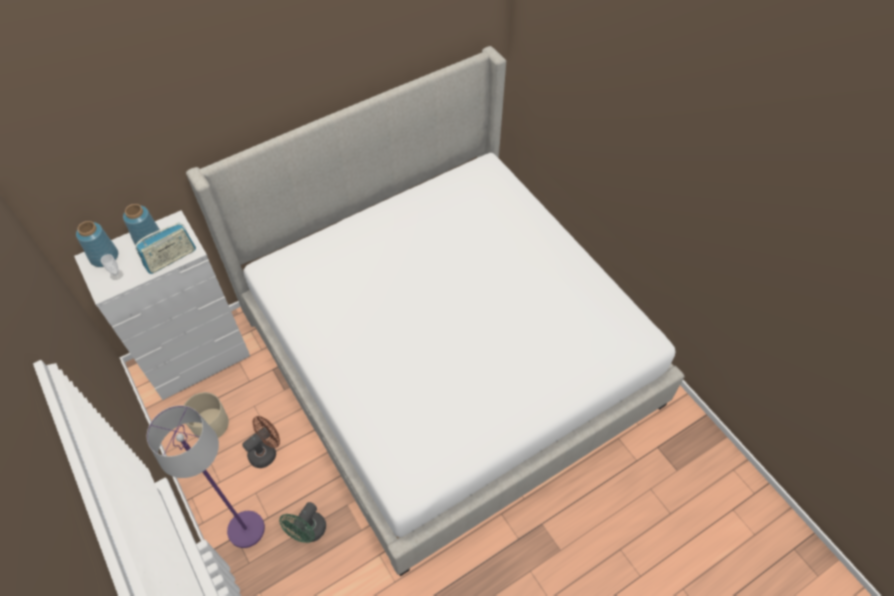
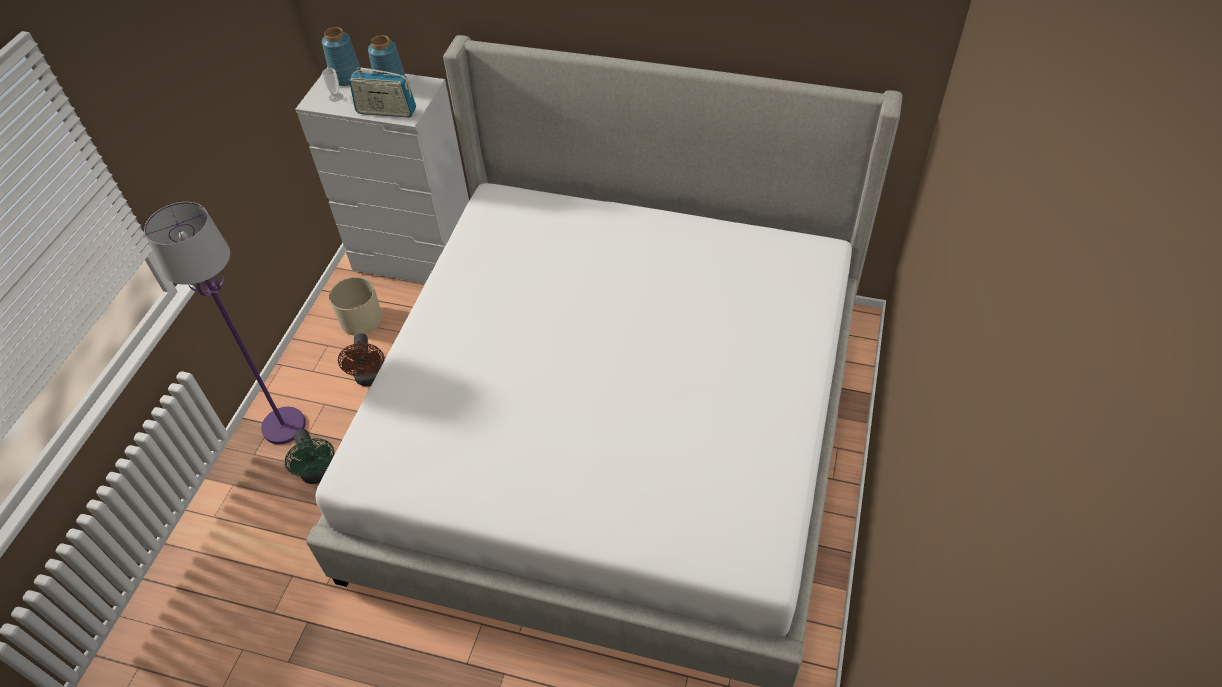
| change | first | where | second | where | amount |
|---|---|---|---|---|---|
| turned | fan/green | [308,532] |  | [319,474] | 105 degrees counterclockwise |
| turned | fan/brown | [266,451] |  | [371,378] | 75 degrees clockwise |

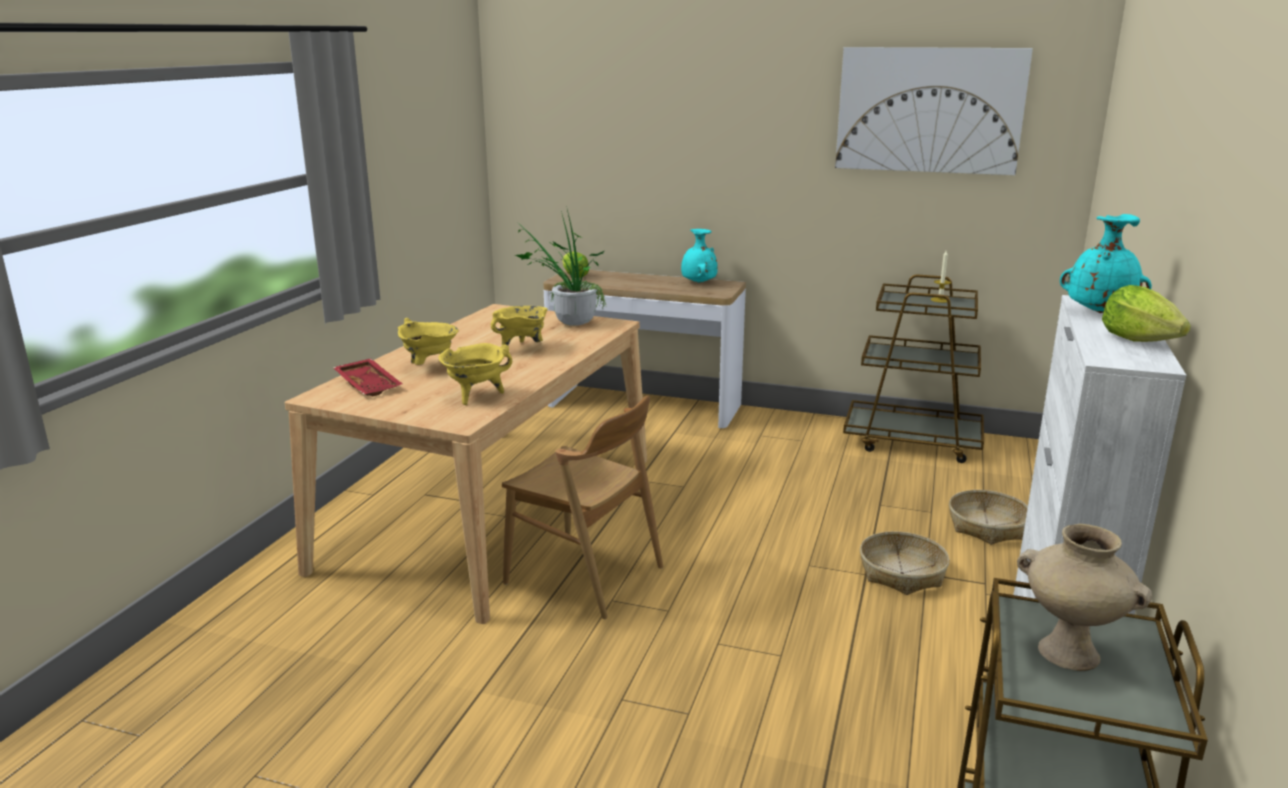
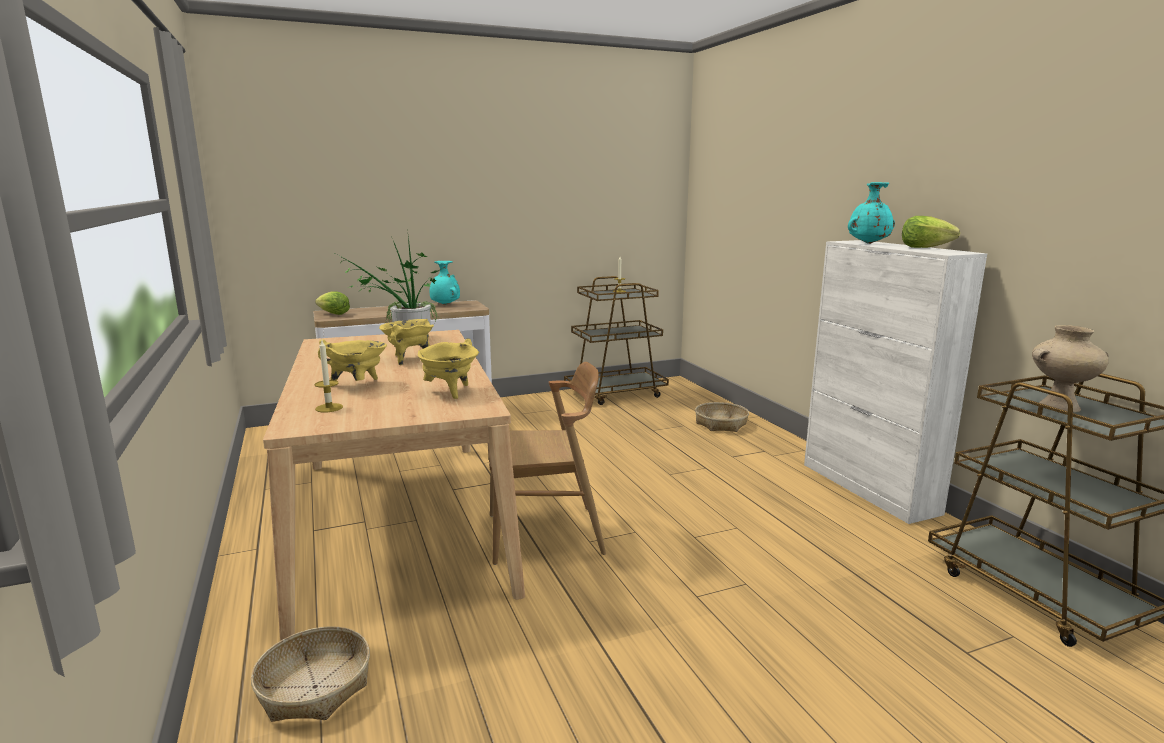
| change | first | where | second | where | amount |
|---|---|---|---|---|---|
| moved | basket | [901,573] |  | [314,687] |  |
| replaced | tray/red | [370,385] | candle | [329,408] |  |
| removed | picture | [929,110] |  |  |  |

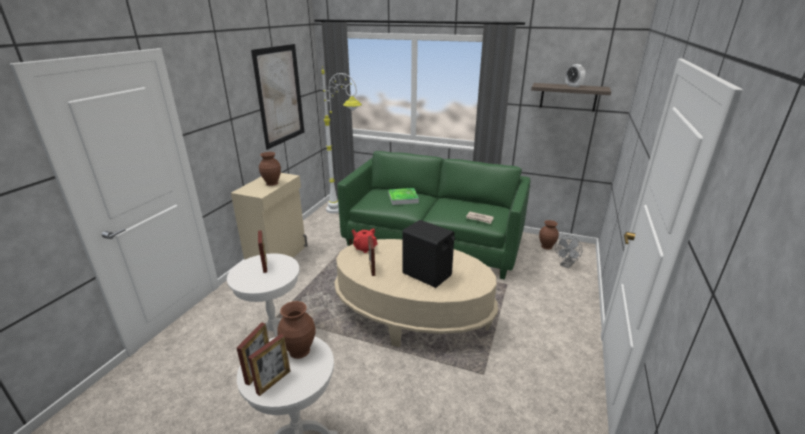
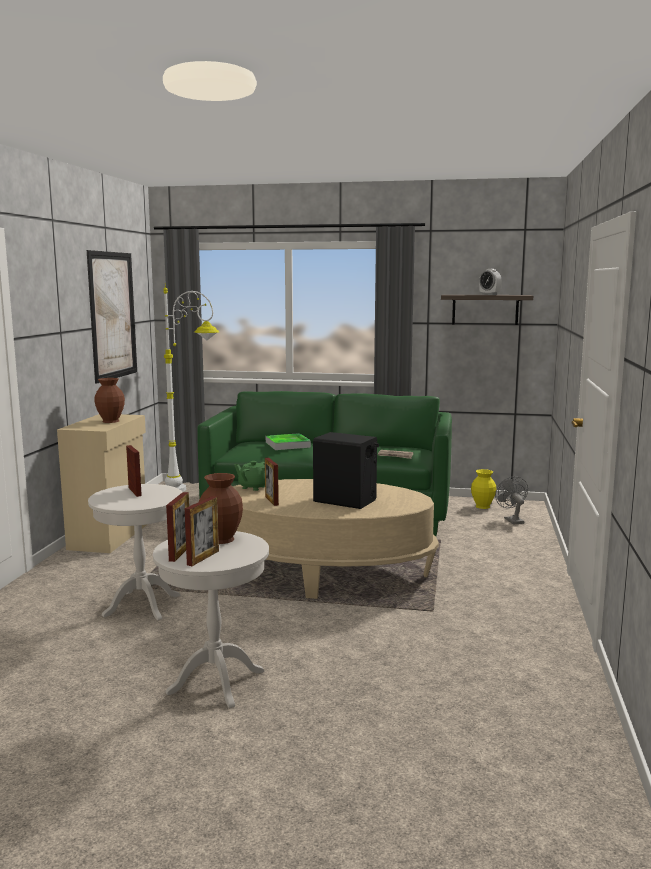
| change | first | where | second | where | amount |
|---|---|---|---|---|---|
| recoloured | teapot/red | [365,248] | teapot/green | [253,487] |  |
| recoloured | vase/brown | [547,247] | vase/yellow | [483,506] |  |
| turned | fan/grey | [566,265] |  | [511,520] | 135 degrees clockwise |

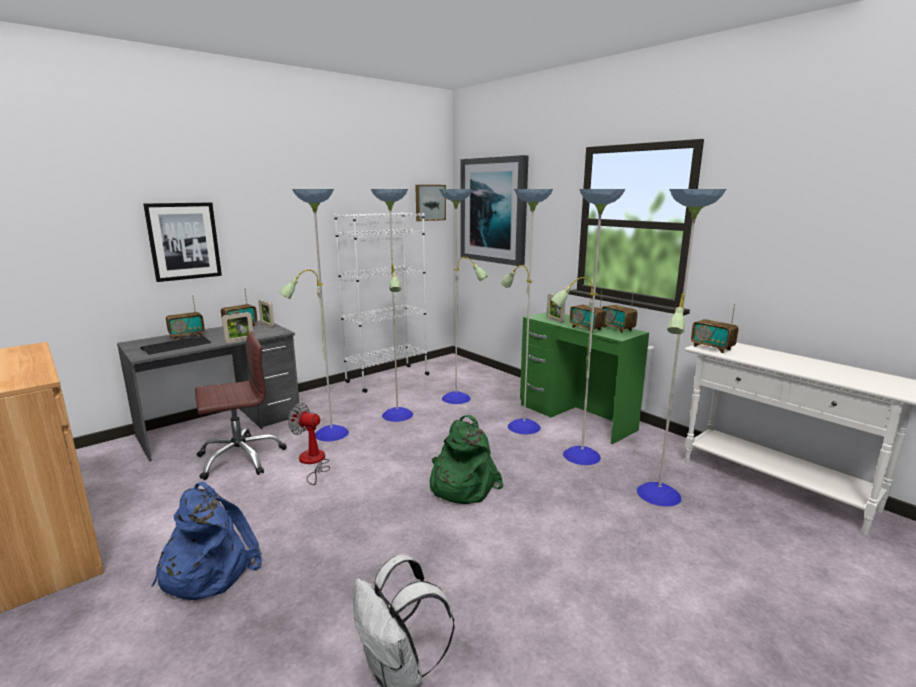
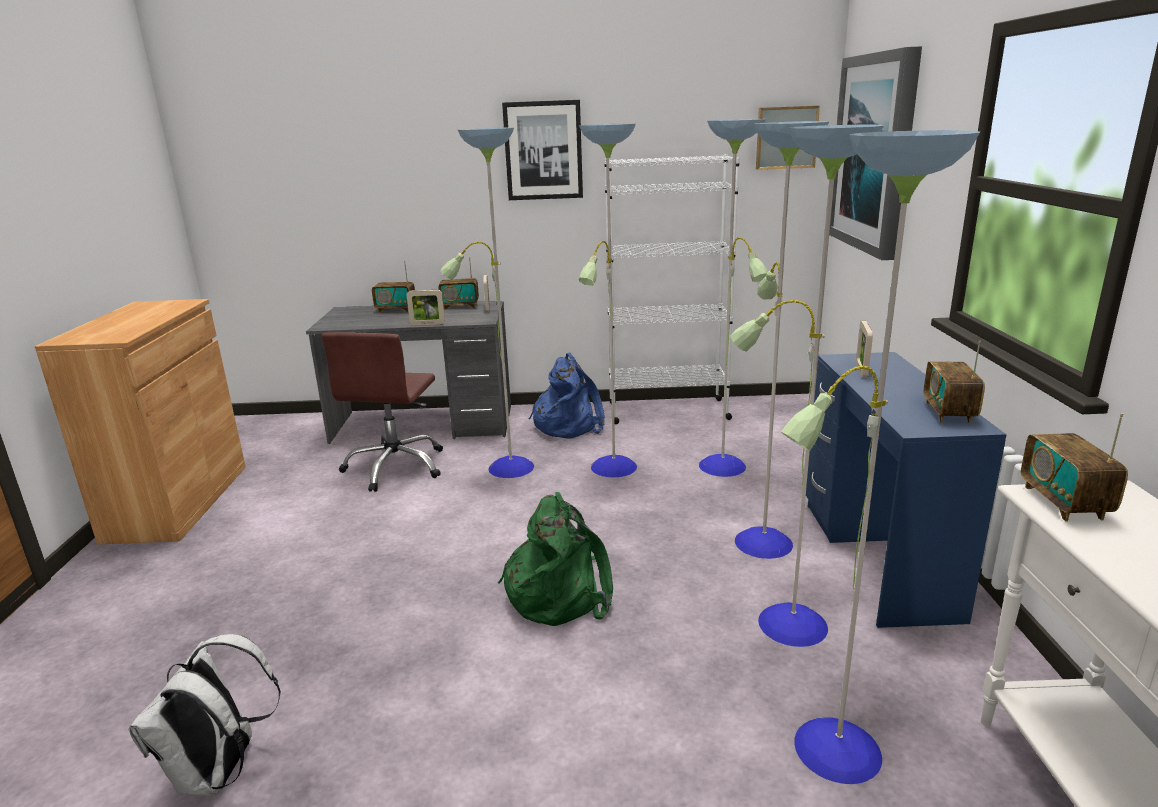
| change | first | where | second | where | amount |
|---|---|---|---|---|---|
| turned | office chair/brown | [240,458] |  | [396,467] | 90 degrees clockwise |
| moved | picture | [184,241] |  | [543,150] |  |
| moved | backpack/blue | [208,569] |  | [568,425] |  |
| recoloured | desk/green | [576,417] | desk/blue | [877,557] |  |
| removed | keyboard | [177,346] |  |  |  |
| removed | fan | [313,462] |  |  |  |
| removed | radio | [586,329] |  |  |  |

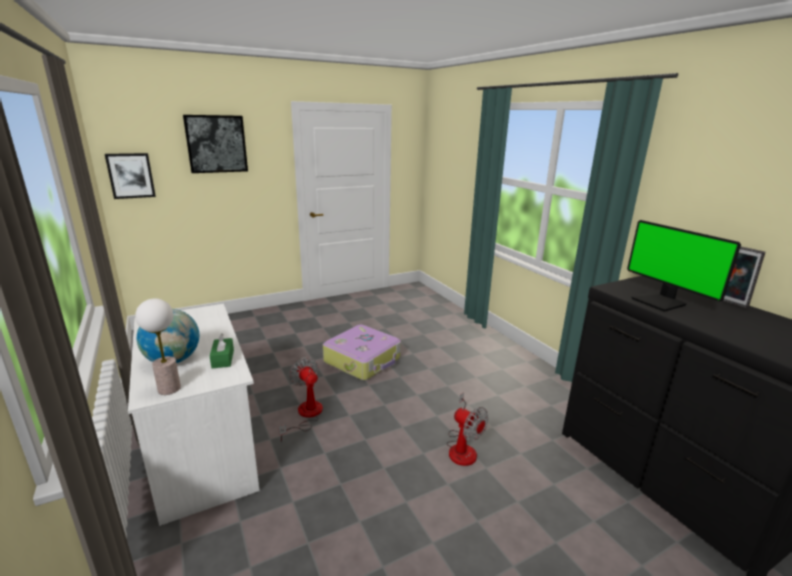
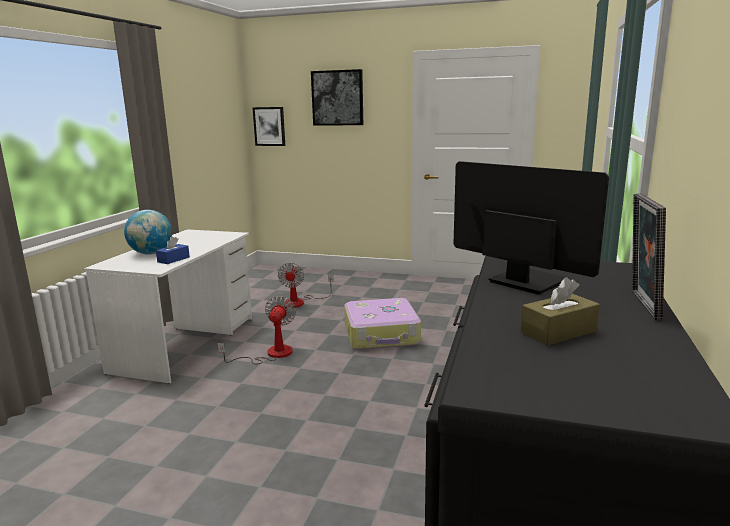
| change | first | where | second | where | amount |
|---|---|---|---|---|---|
| recoloured | tissue box/green | [223,359] | tissue box/blue | [173,259] |  |
| moved | fan | [462,447] |  | [300,302] |  |
| turned | monitor | [660,302] |  | [525,282] | 120 degrees clockwise |
| added |  |  | tissue box/brown | [558,332] |  |
| removed | table lamp | [169,389] |  |  |  |

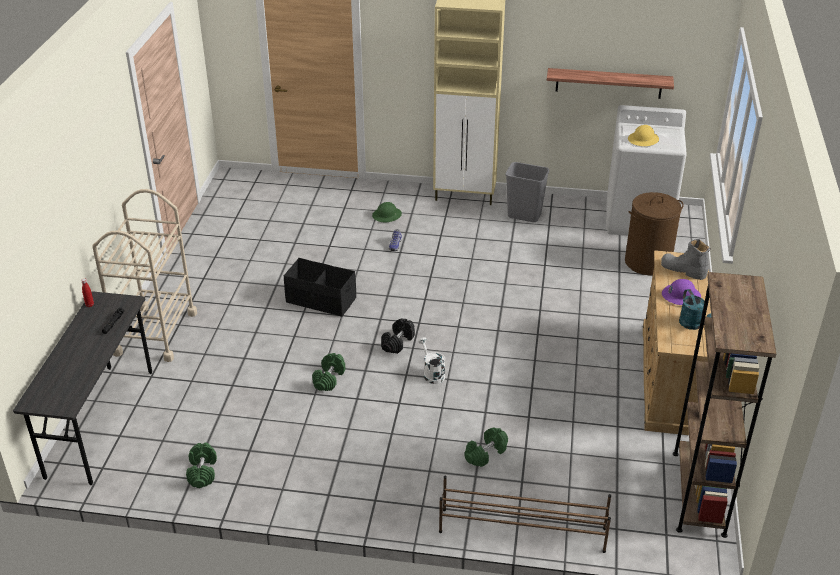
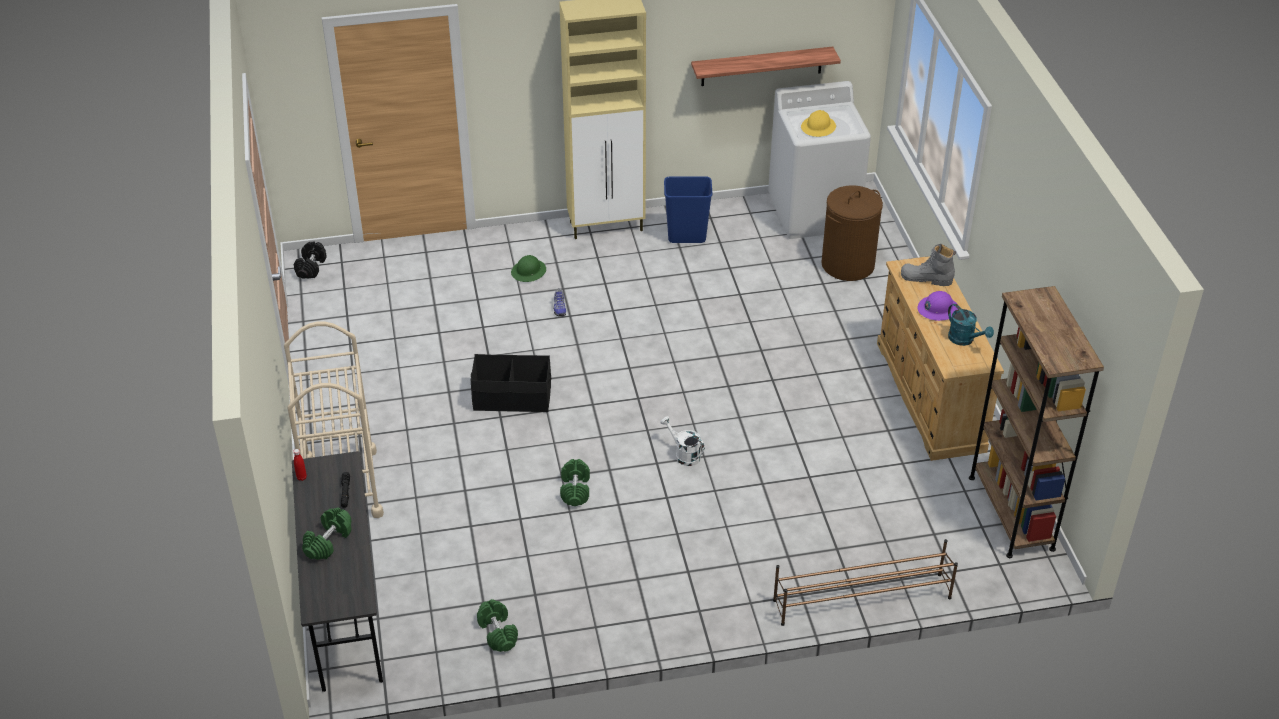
| change | first | where | second | where | amount |
|---|---|---|---|---|---|
| moved | dumbbell/black | [397,342] |  | [311,267] |  |
| moved | dumbbell/green | [486,453] |  | [328,541] |  |
| recoloured | trash can/grey | [524,215] | trash can/blue | [687,236] |  |

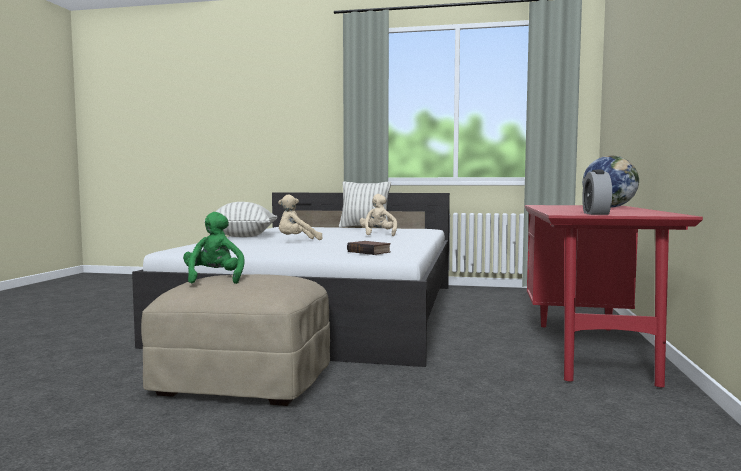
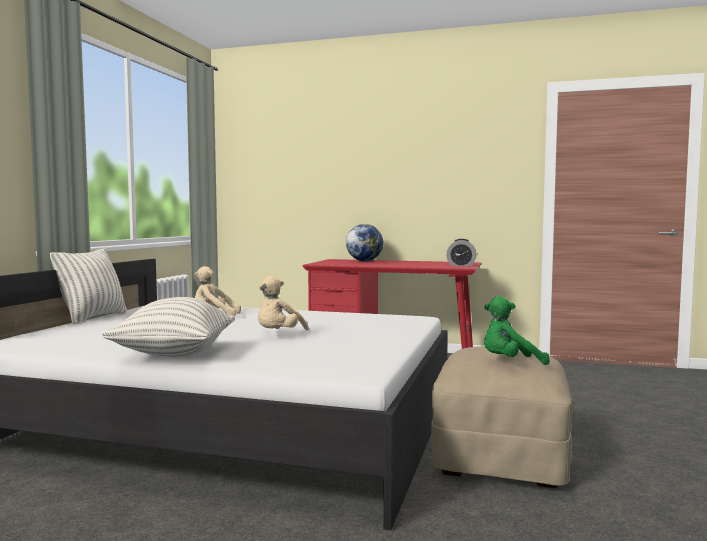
| change | first | where | second | where | amount |
|---|---|---|---|---|---|
| turned | plush toy/beige | [297,241] |  | [278,335] | 45 degrees clockwise |
| removed | book | [370,252] |  |  |  |

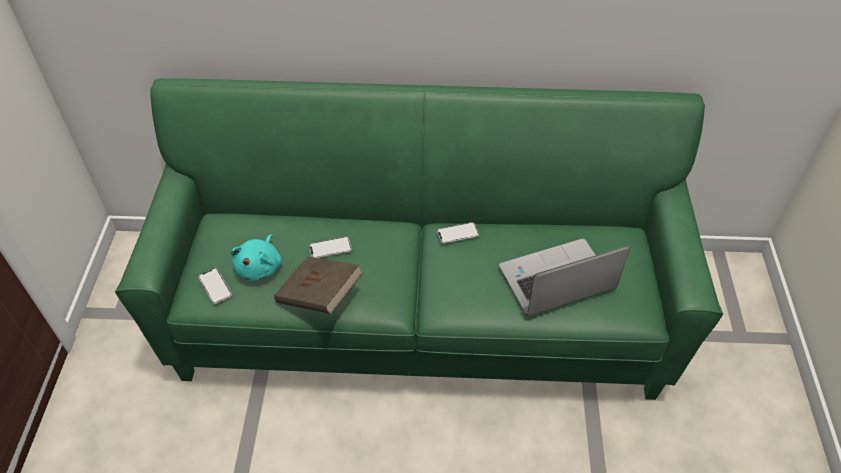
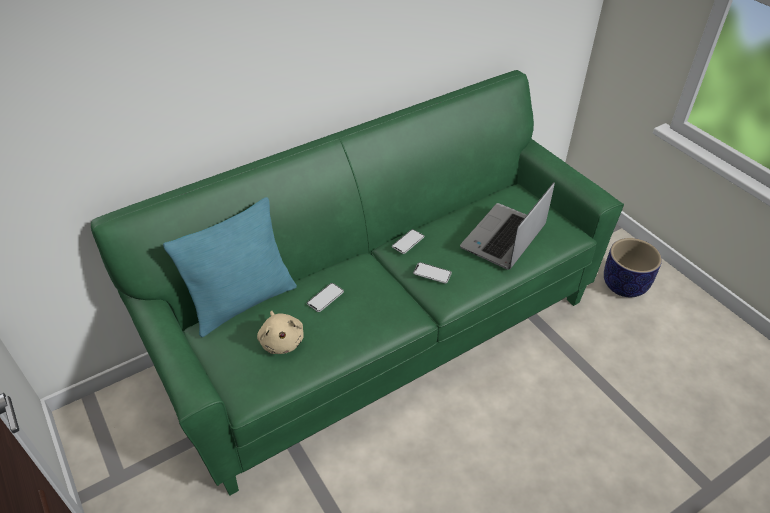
| change | first | where | second | where | amount |
|---|---|---|---|---|---|
| added |  |  | pillow/turquoise | [243,302] |  |
| recoloured | plush toy/turquoise | [260,267] | plush toy/beige | [282,340] |  |
| moved | phone | [215,286] |  | [432,273] |  |
| added |  |  | planter | [625,285] |  |
| removed | book/brown | [319,296] |  |  |  |

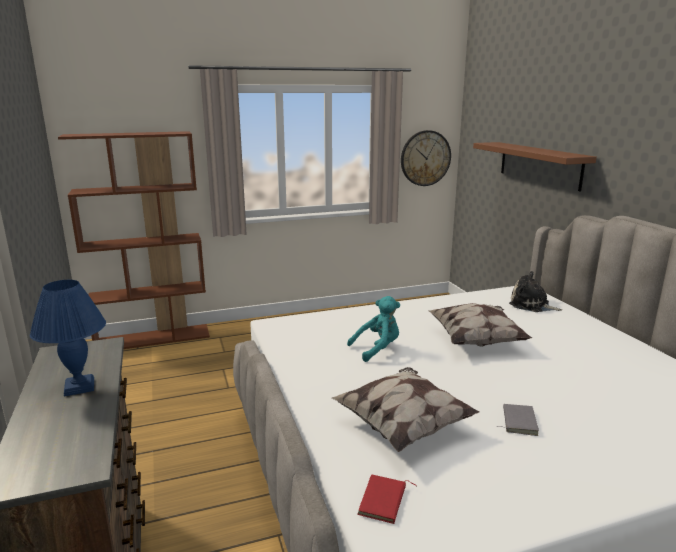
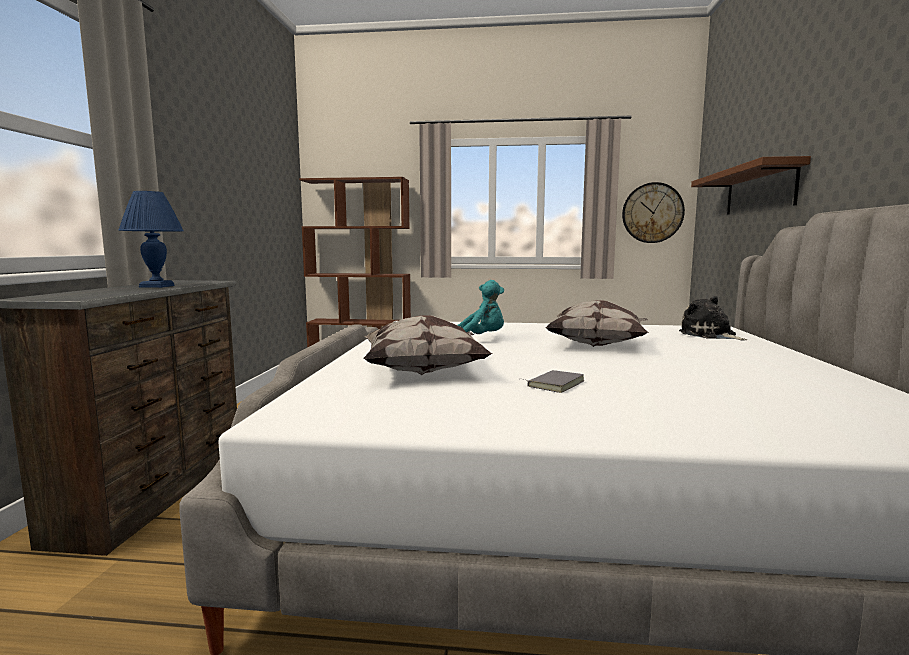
| change | first | where | second | where | amount |
|---|---|---|---|---|---|
| removed | book/red | [384,502] |  |  |  |

